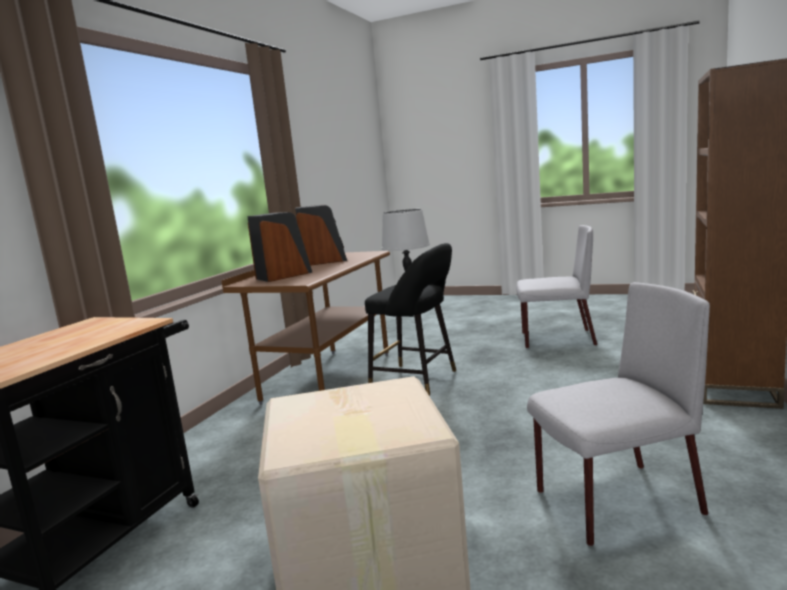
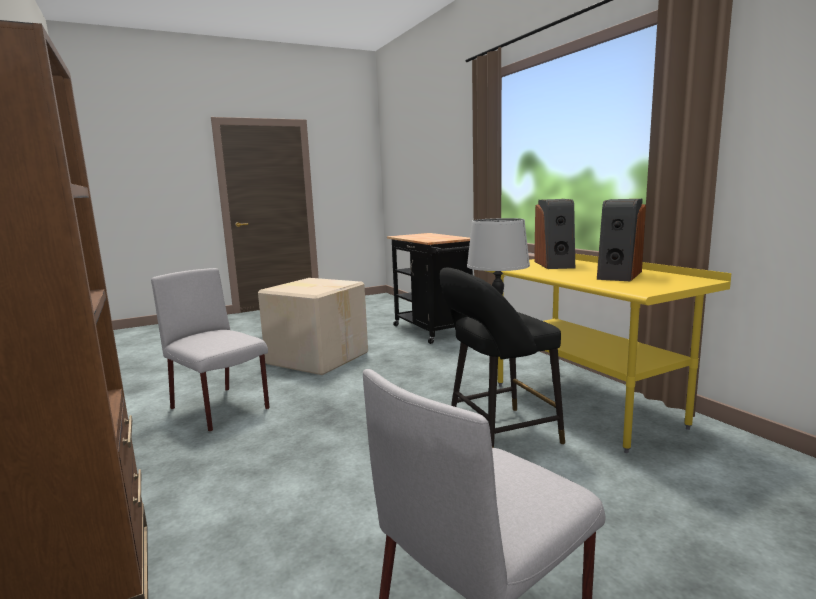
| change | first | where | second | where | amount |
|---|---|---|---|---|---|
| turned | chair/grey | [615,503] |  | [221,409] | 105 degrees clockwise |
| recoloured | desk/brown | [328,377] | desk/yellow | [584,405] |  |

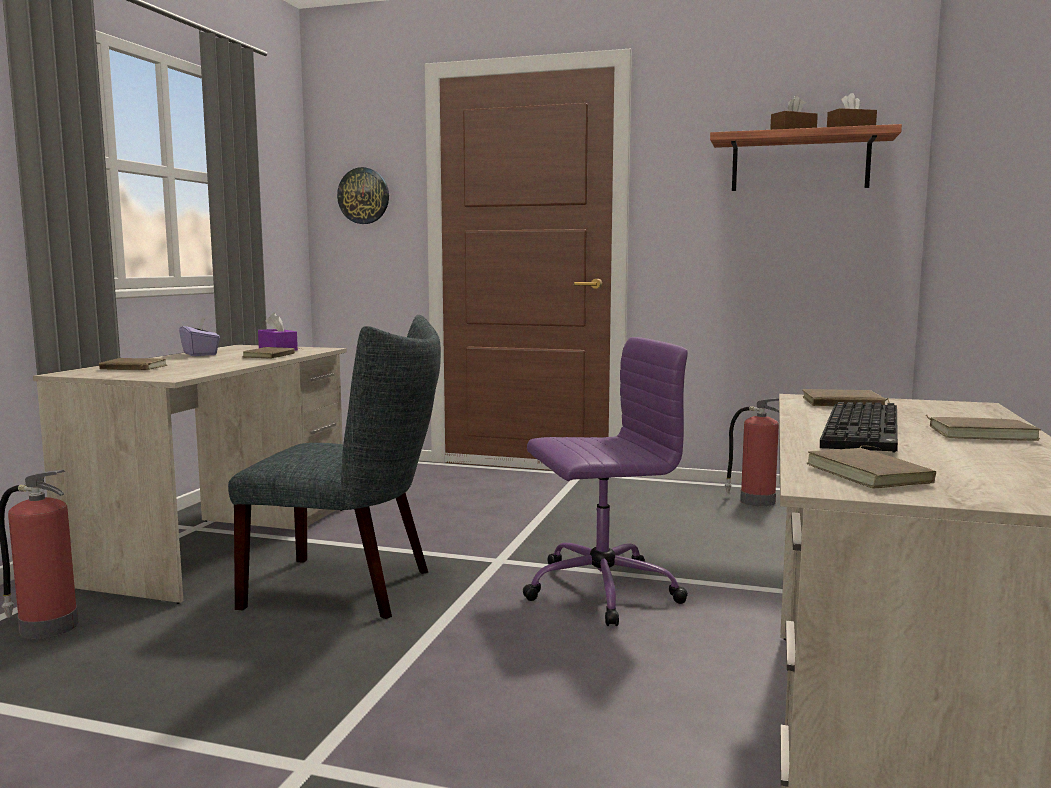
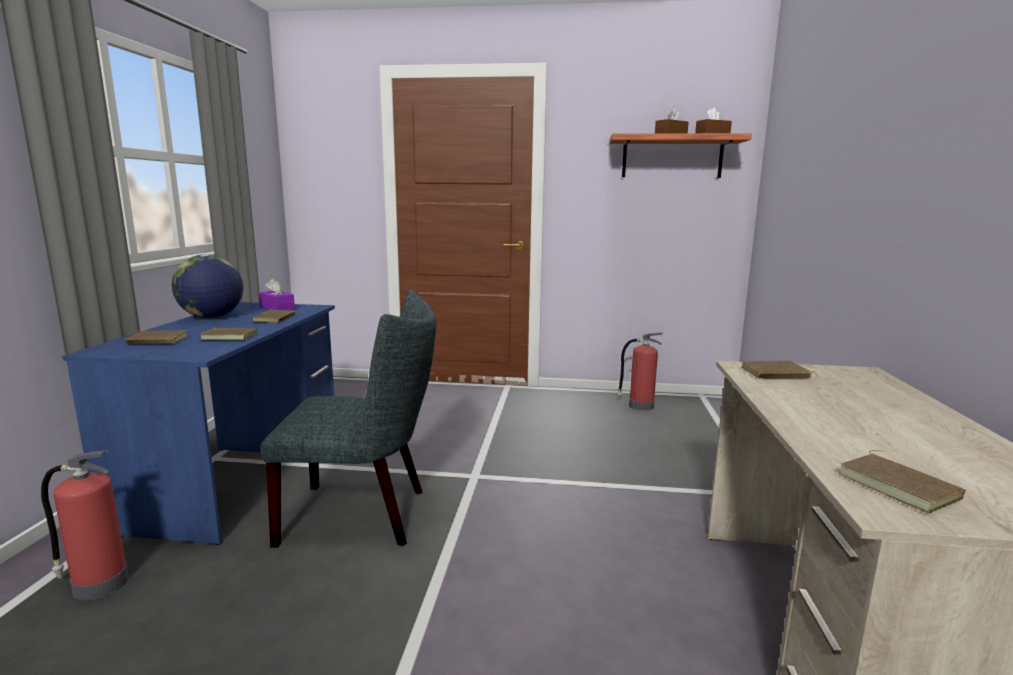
| change | first | where | second | where | amount |
|---|---|---|---|---|---|
| recoloured | desk/beige | [220,543] | desk/blue | [240,473] |  |
| replaced | tissue box/purple | [200,354] | globe | [212,317] |  |
| moved | book/brown | [981,434] |  | [230,336] |  |
| removed | wall clock | [364,196] |  |  |  |
| removed | office chair/purple | [599,590] |  |  |  |
| removed | keyboard | [865,430] |  |  |  |

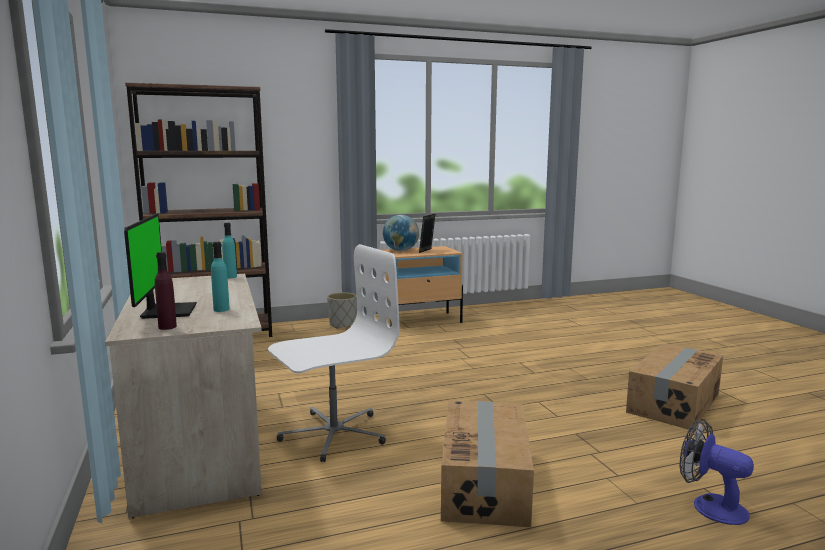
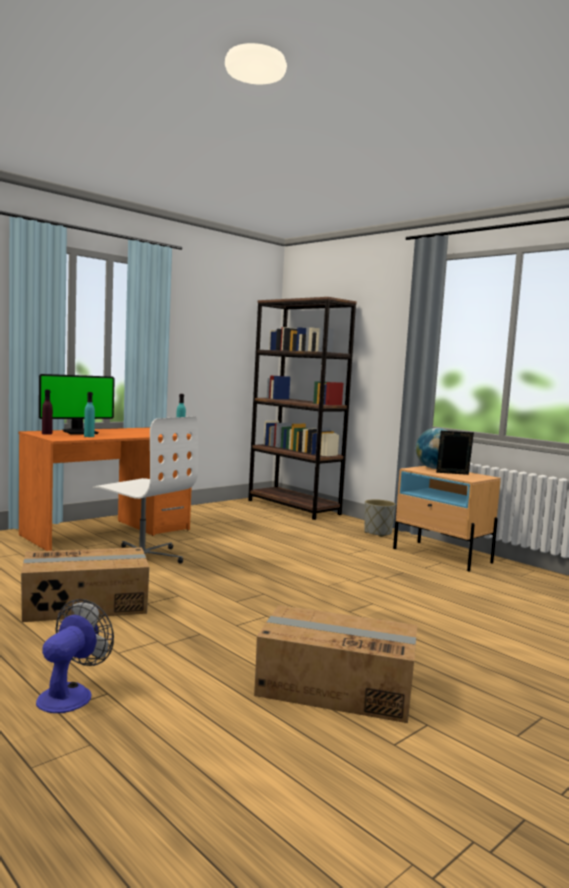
| change | first | where | second | where | amount |
|---|---|---|---|---|---|
| recoloured | desk/beige | [199,444] | desk/orange | [108,533] |  |

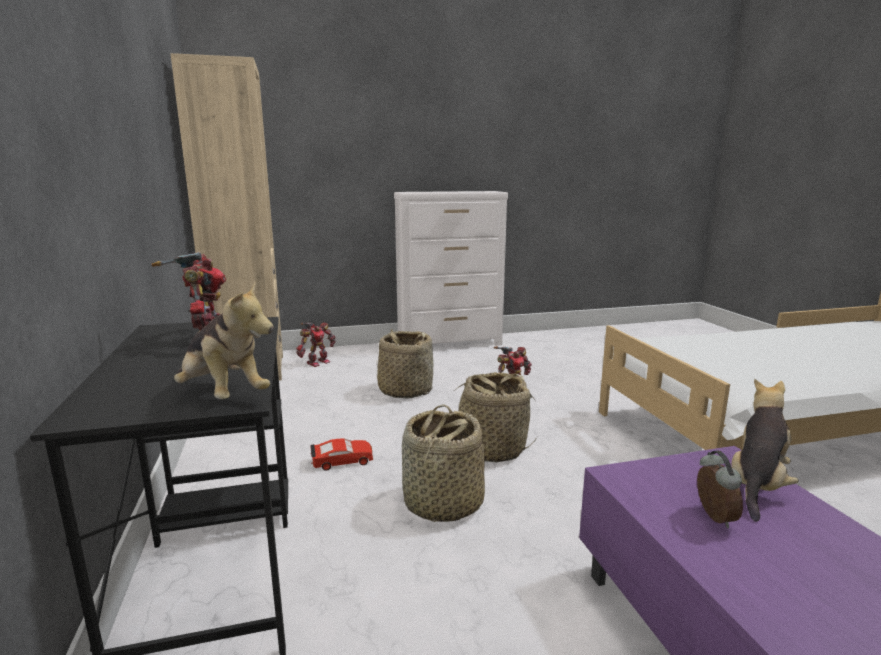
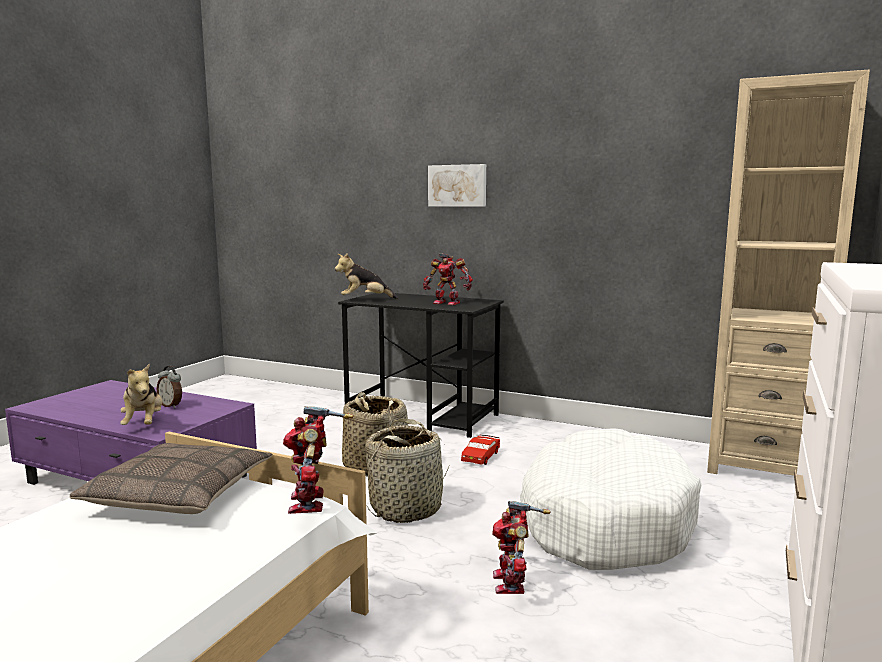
| change | first | where | second | where | amount |
|---|---|---|---|---|---|
| added |  |  | pillow | [180,493] |  |
| moved | toy robot | [317,362] |  | [311,502] |  |
| added |  |  | picture | [457,185] |  |
| replaced | basket | [405,390] | dog bed/white | [604,520] |  |

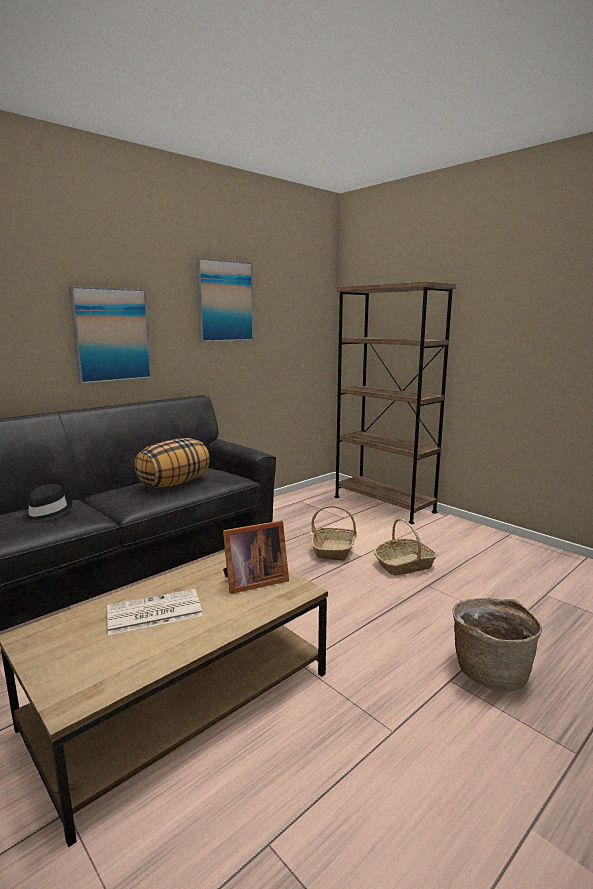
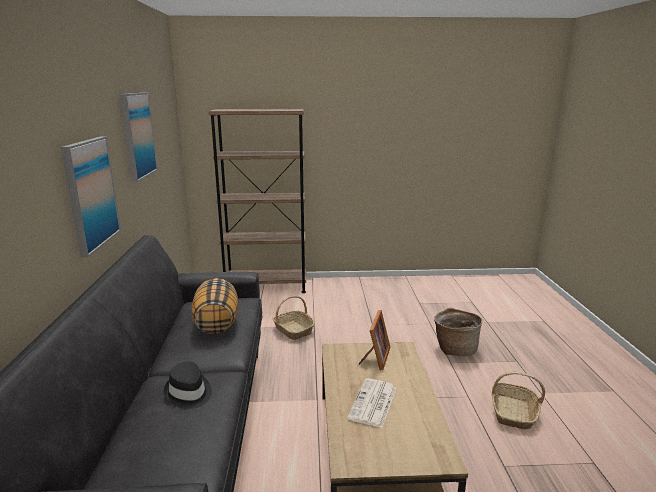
| change | first | where | second | where | amount |
|---|---|---|---|---|---|
| moved | basket | [404,565] |  | [513,412] |  |

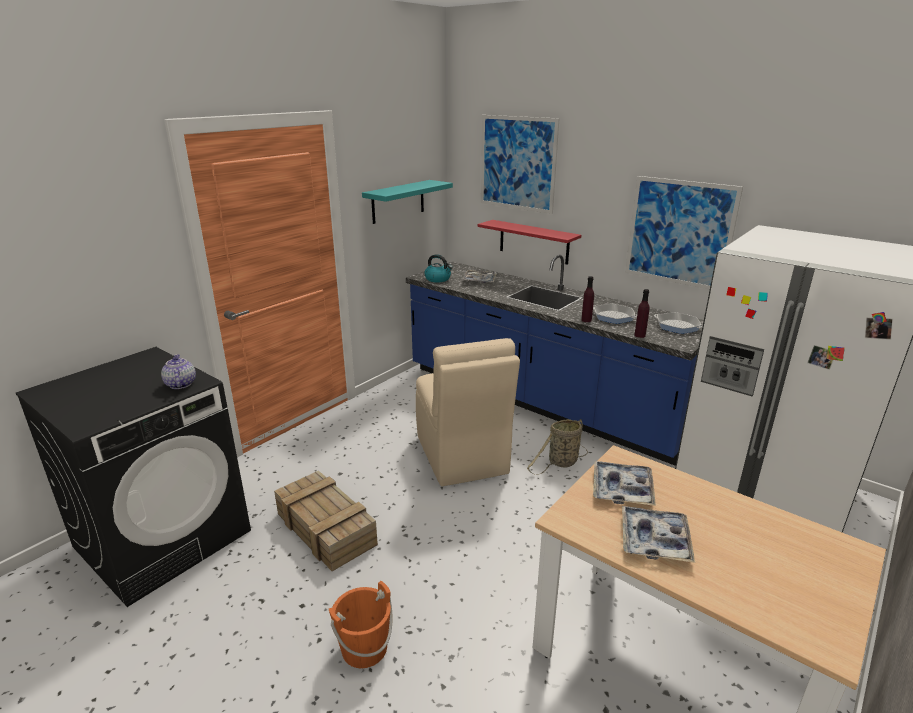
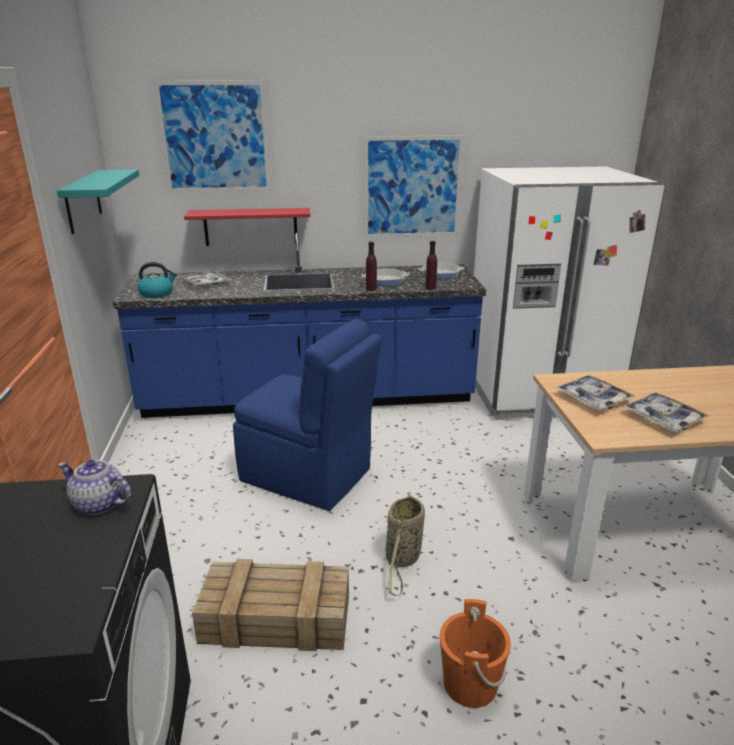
| change | first | where | second | where | amount |
|---|---|---|---|---|---|
| recoloured | chair/beige | [462,456] | chair/blue | [308,476] |  |
| moved | basket | [561,463] |  | [402,559] |  |

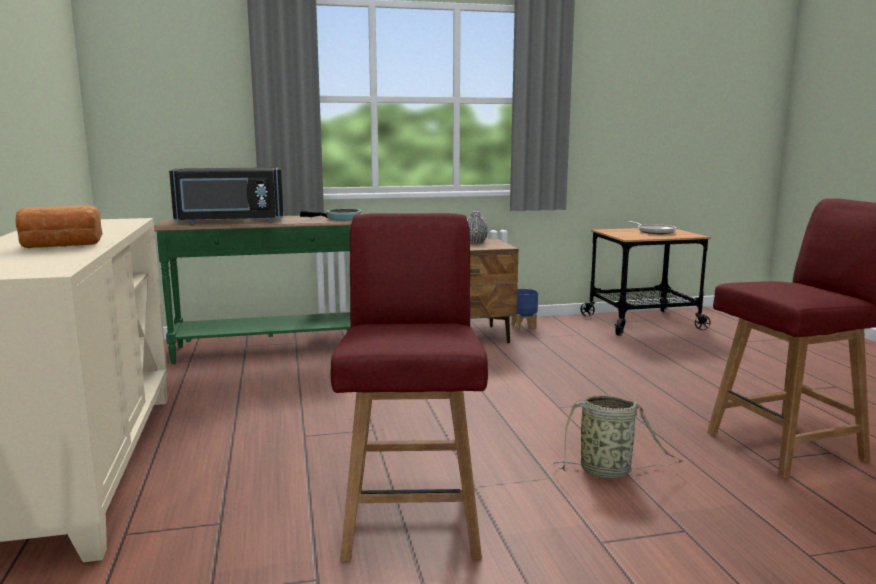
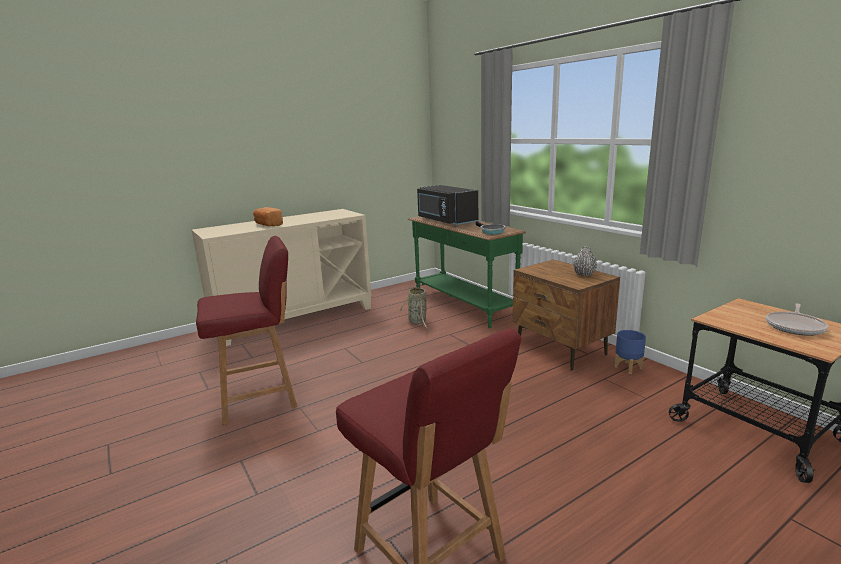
| change | first | where | second | where | amount |
|---|---|---|---|---|---|
| moved | basket | [608,472] |  | [418,322] |  |

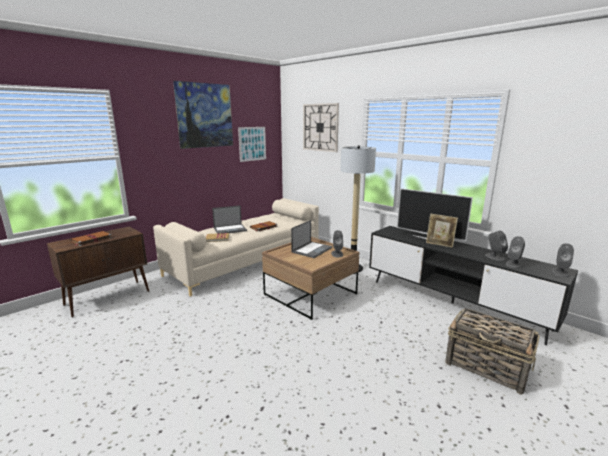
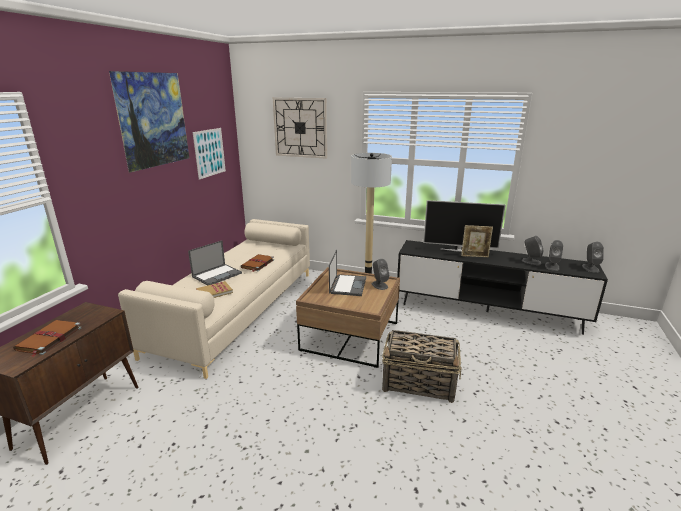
| change | first | where | second | where | amount |
|---|---|---|---|---|---|
| moved | basket | [487,367] |  | [419,383] |  |

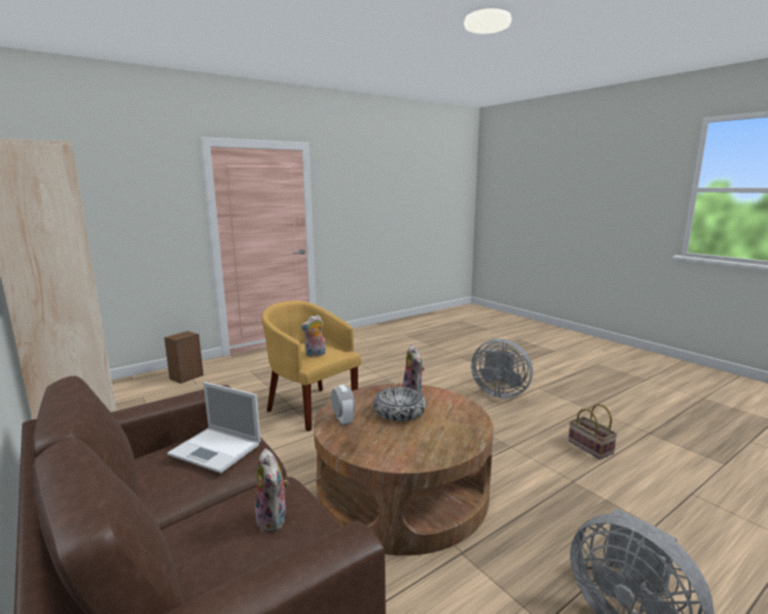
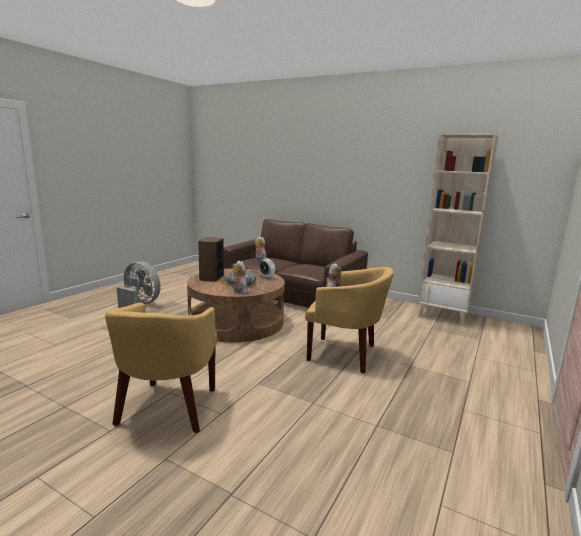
| change | first | where | second | where | amount |
|---|---|---|---|---|---|
| replaced | fan/grey | [499,393] | armchair/yellow | [168,409] |  |
| moved | speaker | [187,377] |  | [211,278] |  |
| removed | laptop | [216,450] |  |  |  |
| removed | basket | [588,447] |  |  |  |

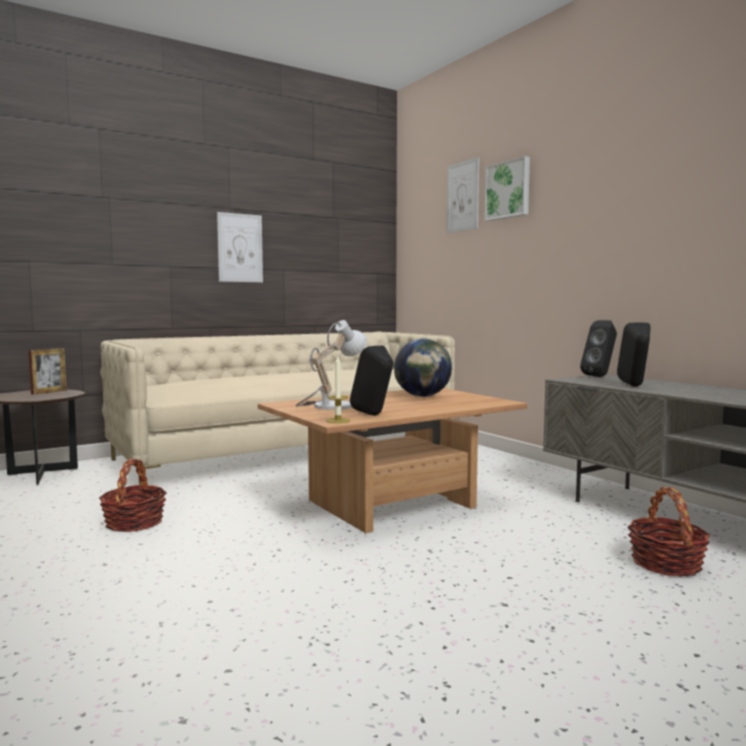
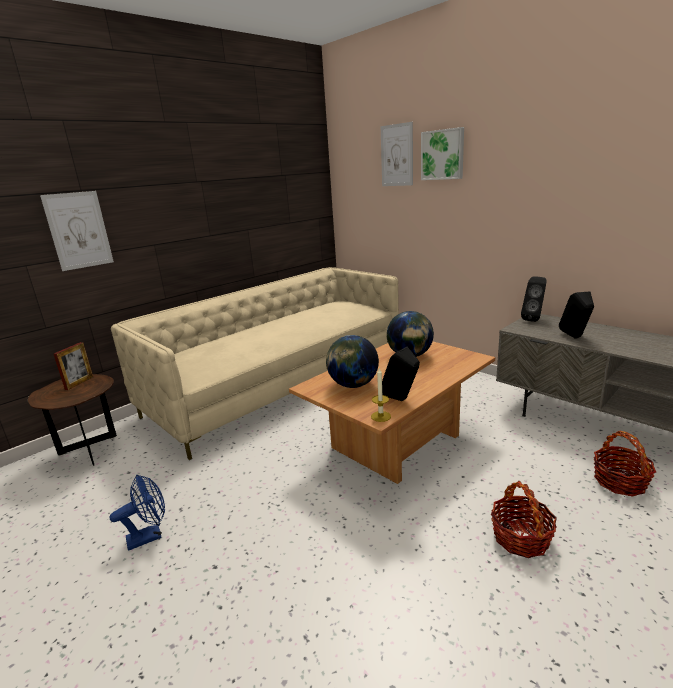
| change | first | where | second | where | amount |
|---|---|---|---|---|---|
| moved | picture | [240,248] |  | [79,230] |  |
| added |  |  | fan/blue | [150,536] |  |
| replaced | table lamp | [332,405] | globe | [353,385] |  |
| moved | basket | [134,523] |  | [520,537] |  |

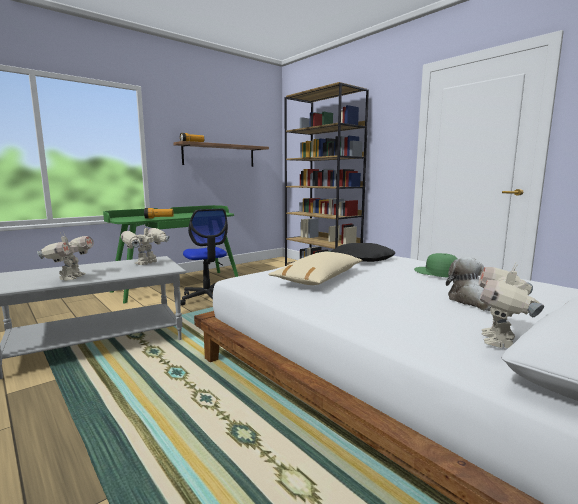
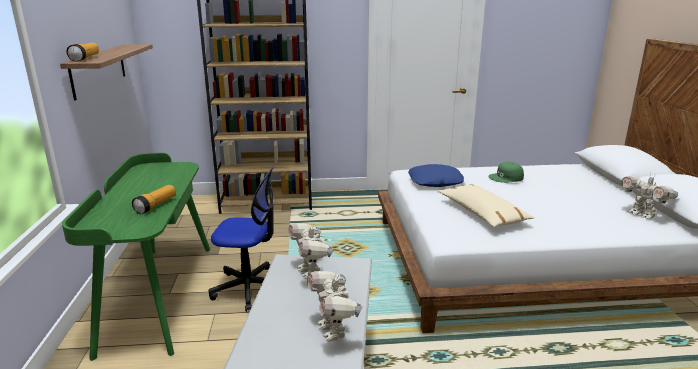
| change | first | where | second | where | amount |
|---|---|---|---|---|---|
| turned | toy robot | [70,278] |  | [333,331] | 150 degrees counterclockwise |
| recoloured | pillow/black | [362,259] | pillow/blue | [435,182] |  |
| removed | plush toy | [469,301] |  |  |  |

